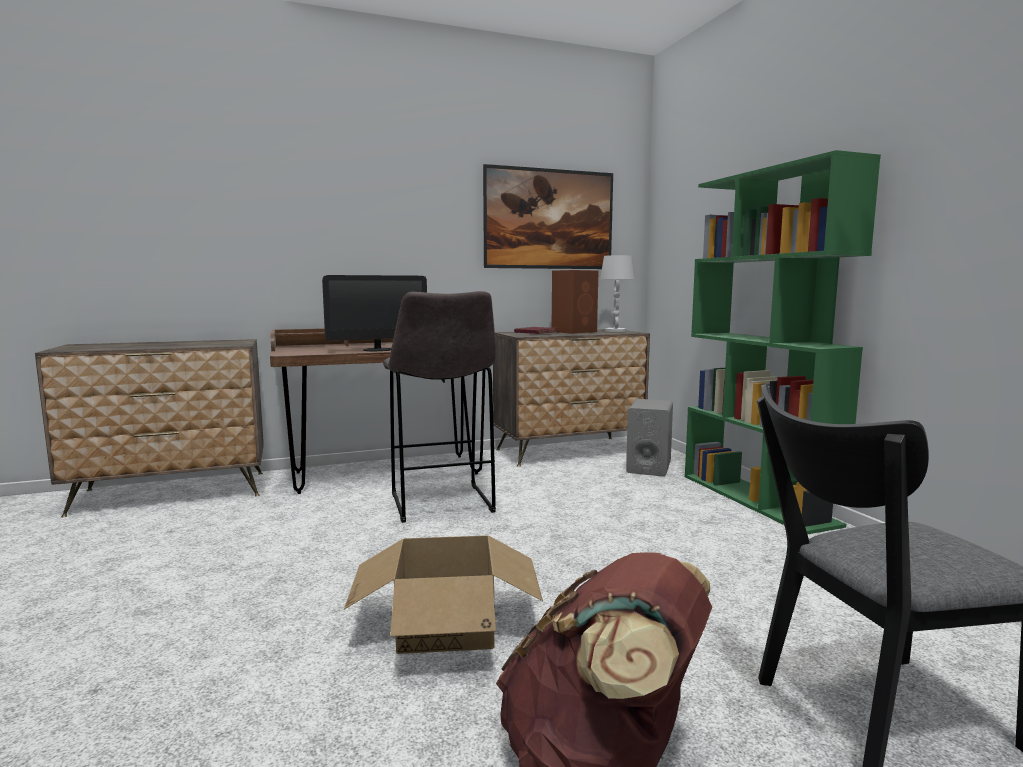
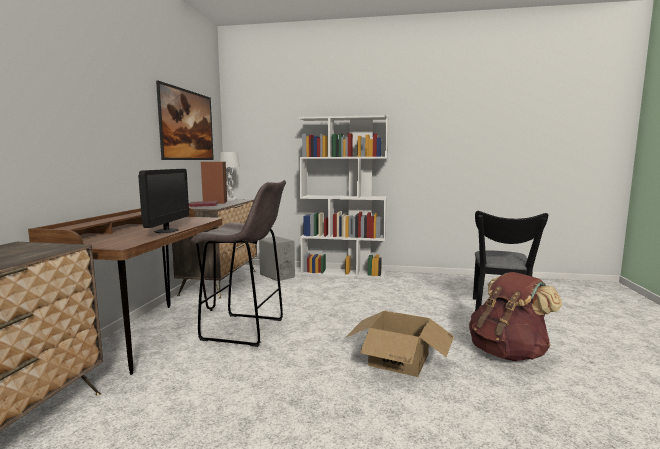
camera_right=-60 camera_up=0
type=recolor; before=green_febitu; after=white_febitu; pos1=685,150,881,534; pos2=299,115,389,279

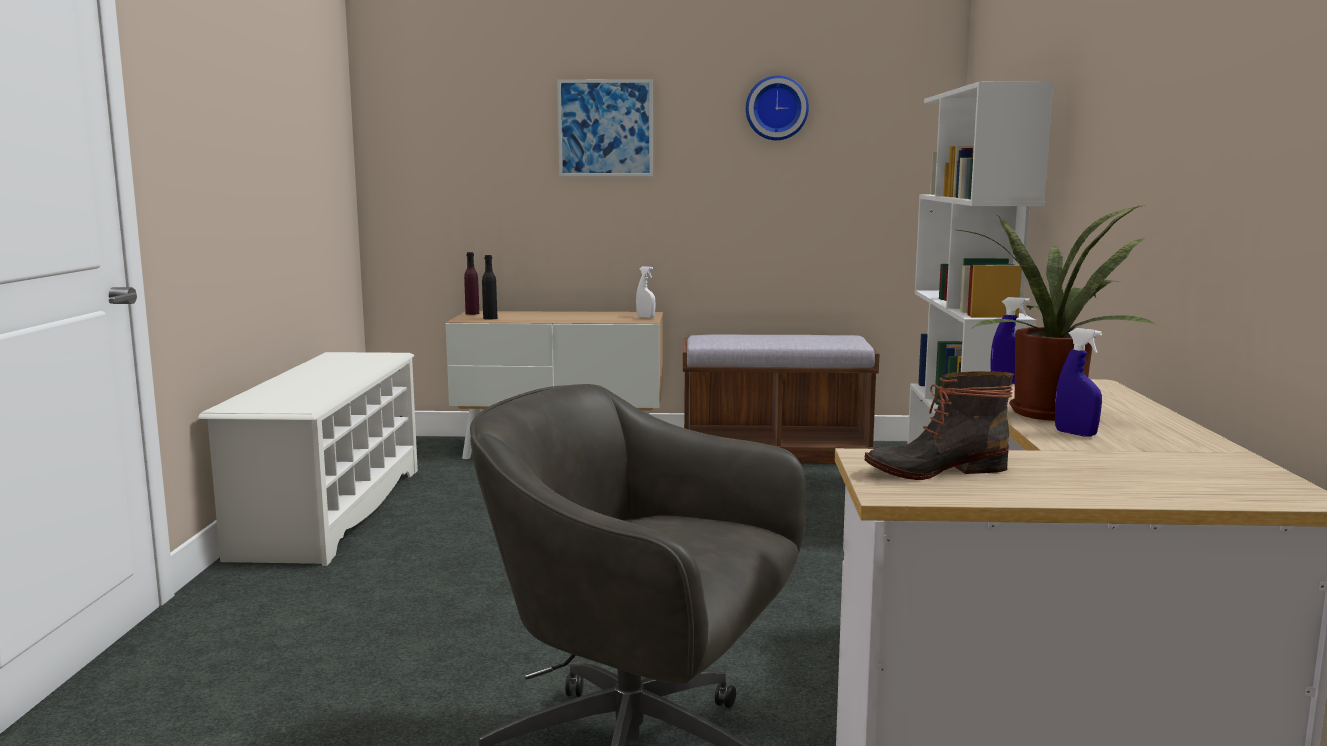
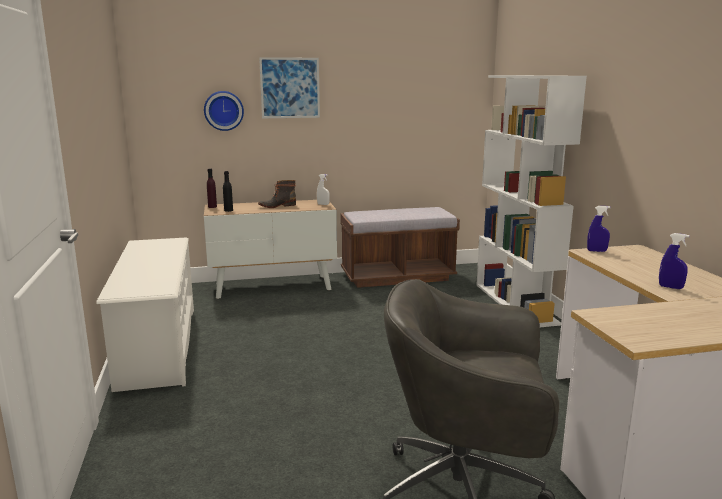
camera_right=-15 camera_up=5
type=move; before=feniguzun; pos1=746,76,809,140; pos2=204,91,244,131
type=delete; before=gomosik; pos1=958,205,1160,421
type=move; before=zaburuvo; pos1=864,372,1013,480; pos2=258,180,296,208

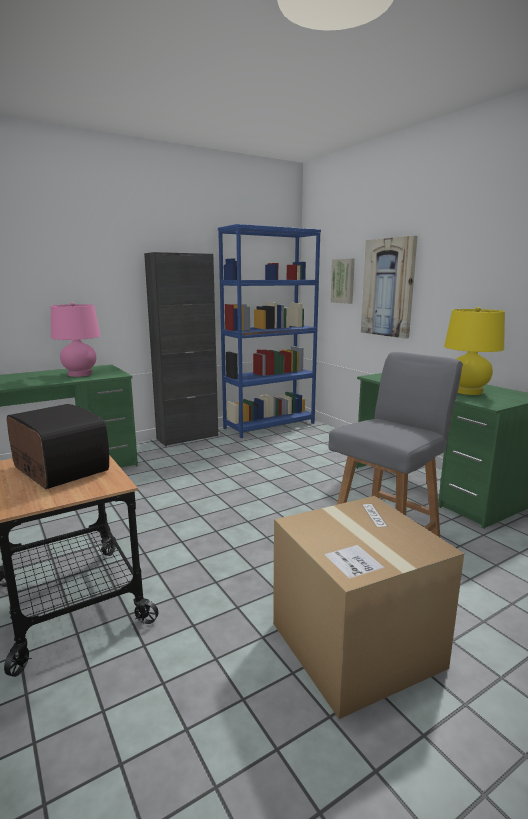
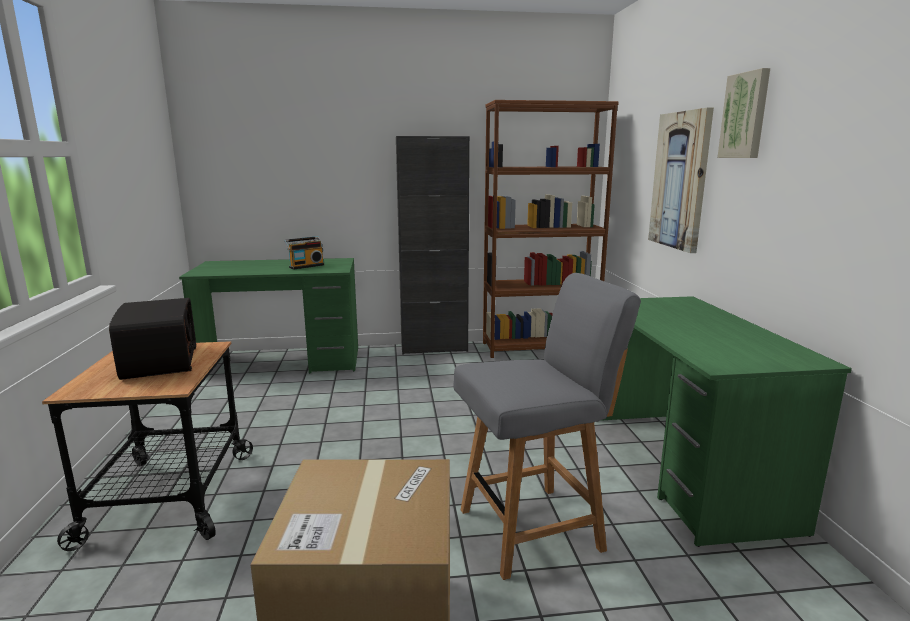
camera_right=25 camera_up=0
type=recolor; before=blue_febitu; after=brown_febitu; pos1=218,224,321,438; pos2=483,100,619,358
type=move; before=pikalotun; pos1=331,259,355,304; pos2=717,68,770,158
type=replace; before=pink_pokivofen; after=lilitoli; pos1=51,302,101,377; pos2=284,236,324,270
type=delete; before=yellow_pokivofen; pos1=444,307,505,395

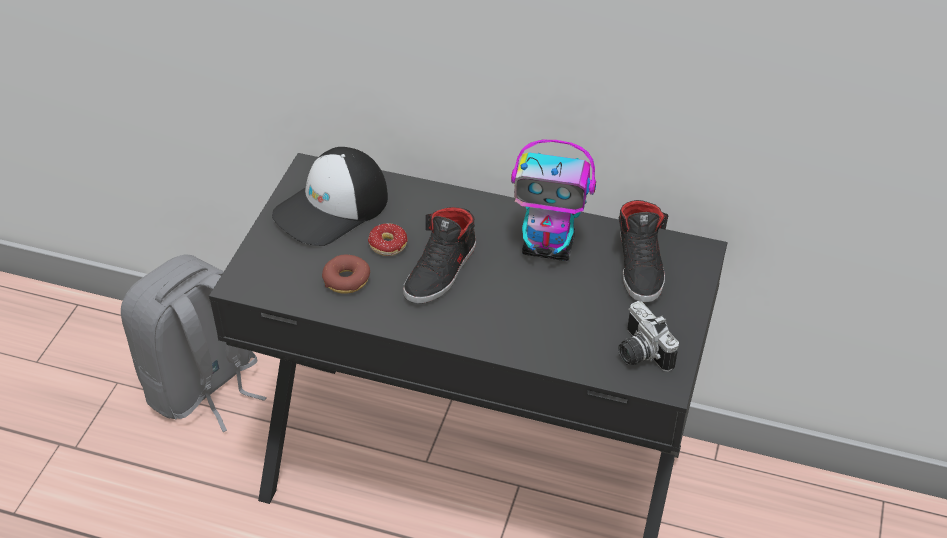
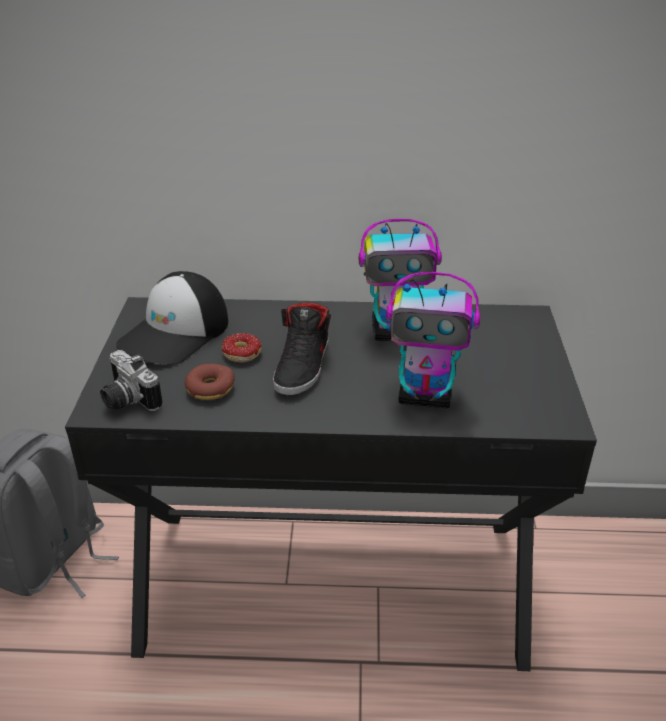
camera_right=-15 camera_up=-10
type=delete; before=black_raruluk; pos1=619,200,668,303
type=move; before=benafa; pos1=618,301,679,372; pos2=100,350,162,411
type=insert; after=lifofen; pos2=386,272,480,408

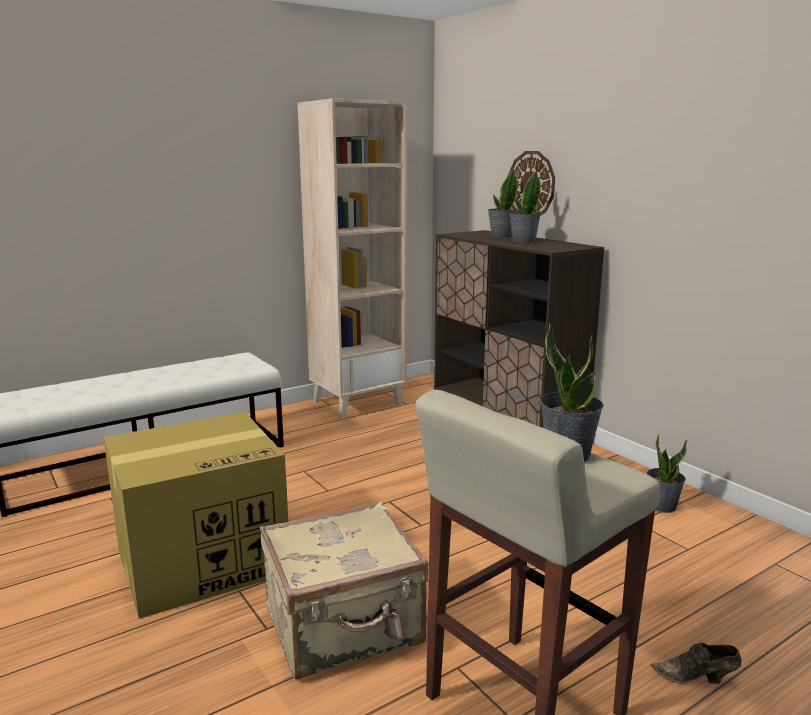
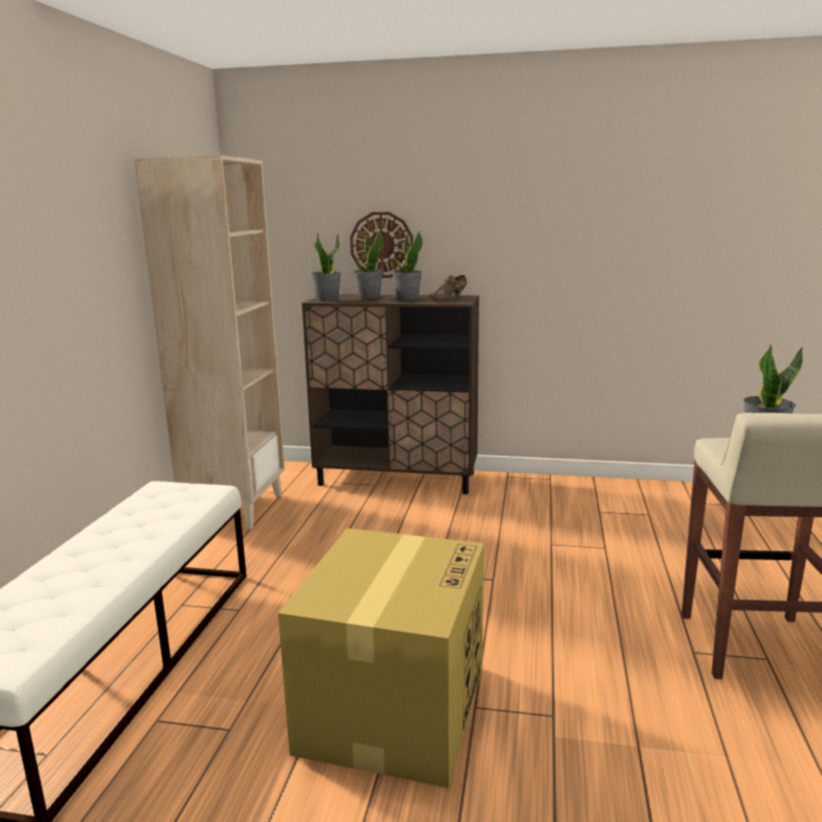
camera_right=-45 camera_up=0
type=move; before=gomosik; pos1=646,434,687,513; pos2=311,233,341,302
type=delete; before=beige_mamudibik; pos1=260,501,428,679
type=move; before=brown_raruluk; pos1=651,642,741,684; pos2=430,275,467,299

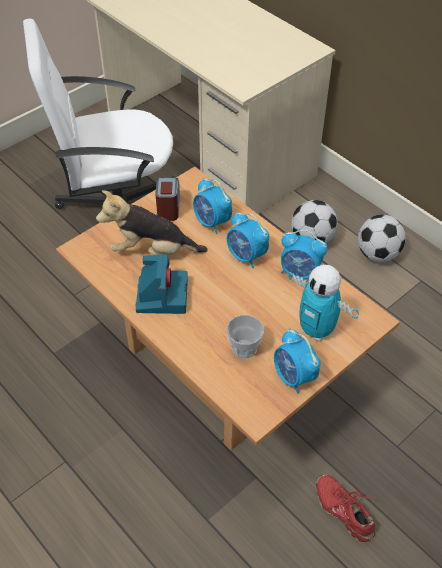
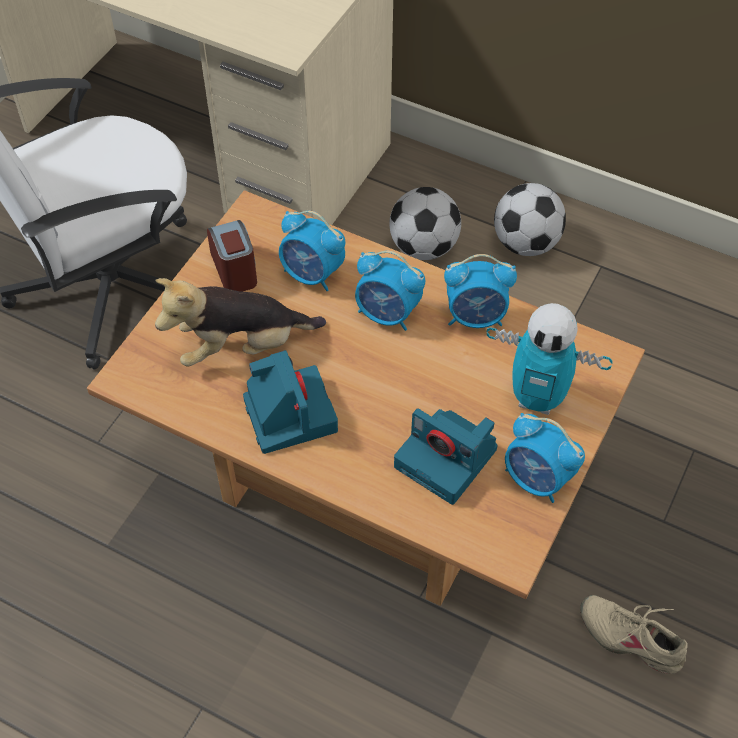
camera_right=-20 camera_up=5
type=replace; before=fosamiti; after=benafa; pos1=227,315,264,359; pos2=394,409,498,505
type=recolor; before=red_raruluk; after=beige_raruluk; pos1=316,474,377,542; pos2=580,595,688,674

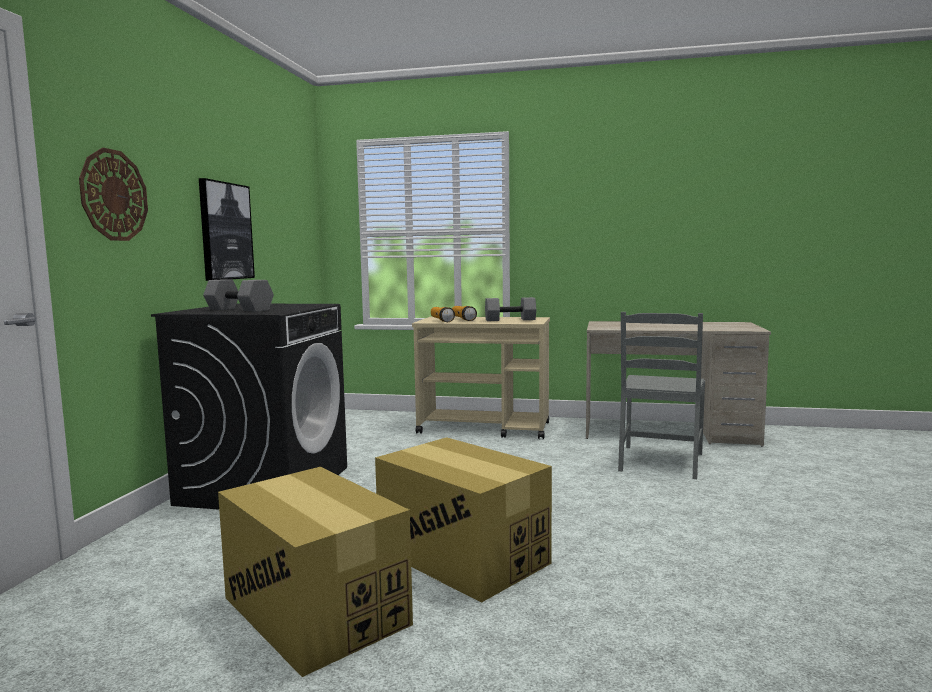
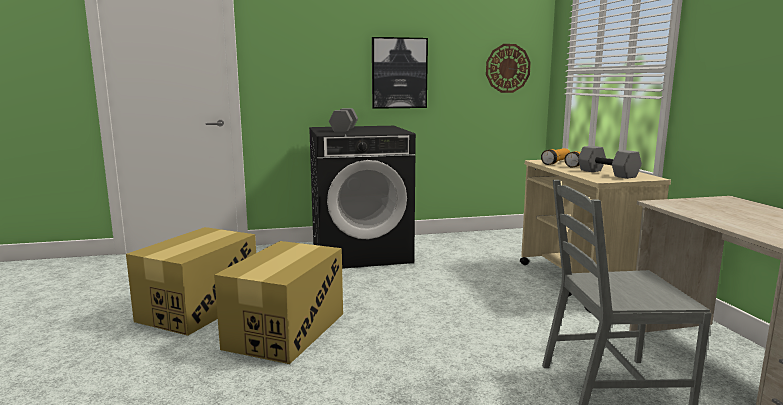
camera_right=65 camera_up=5
type=move; before=feniguzun; pos1=79,148,148,241; pos2=486,44,531,93

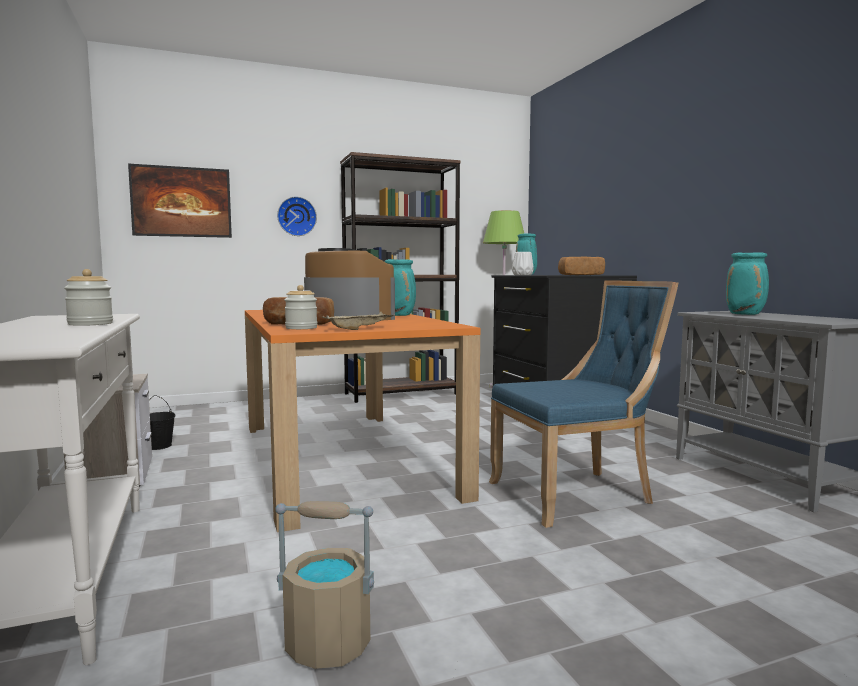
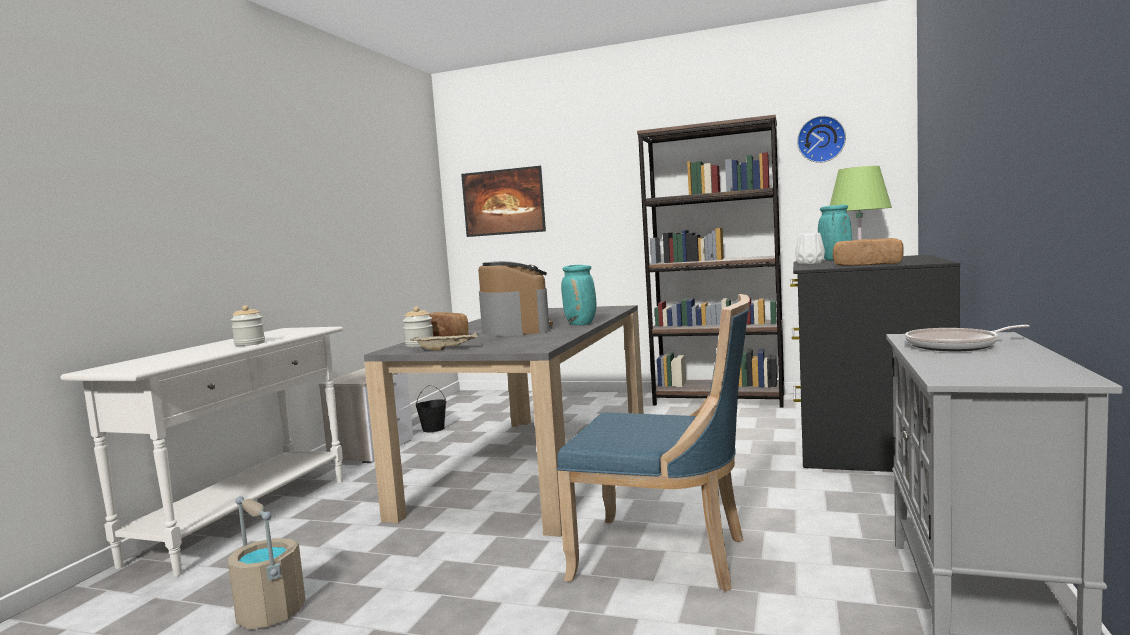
camera_right=40 camera_up=0
type=move; before=feniguzun; pos1=277,197,317,236; pos2=797,116,846,163
type=replace; before=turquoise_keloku; after=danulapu; pos1=726,252,769,315; pos2=905,325,1030,351
type=recolor; before=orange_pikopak; after=grey_pikopak; pos1=245,310,481,532; pos2=364,305,644,537

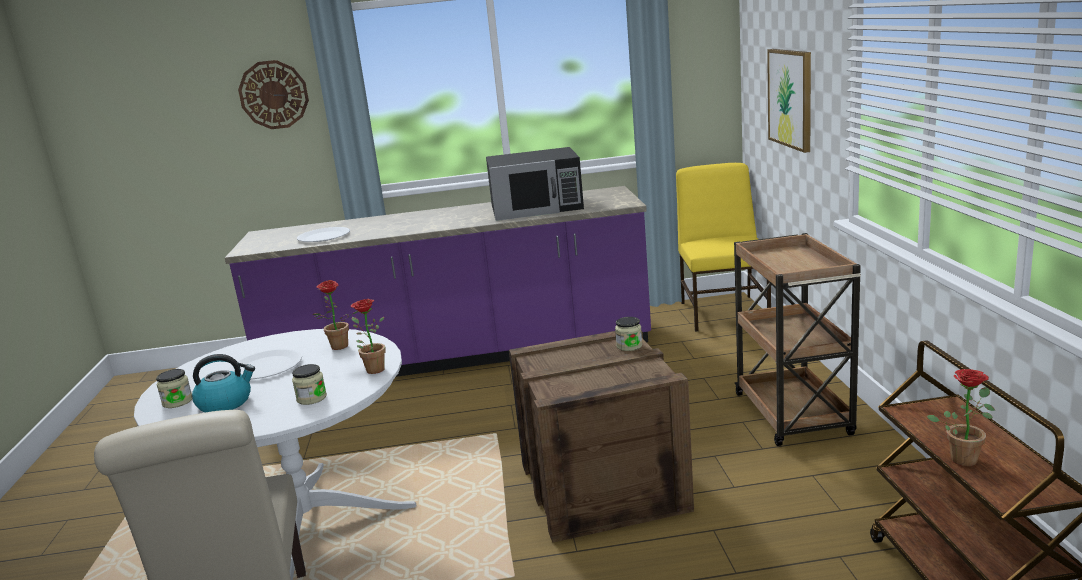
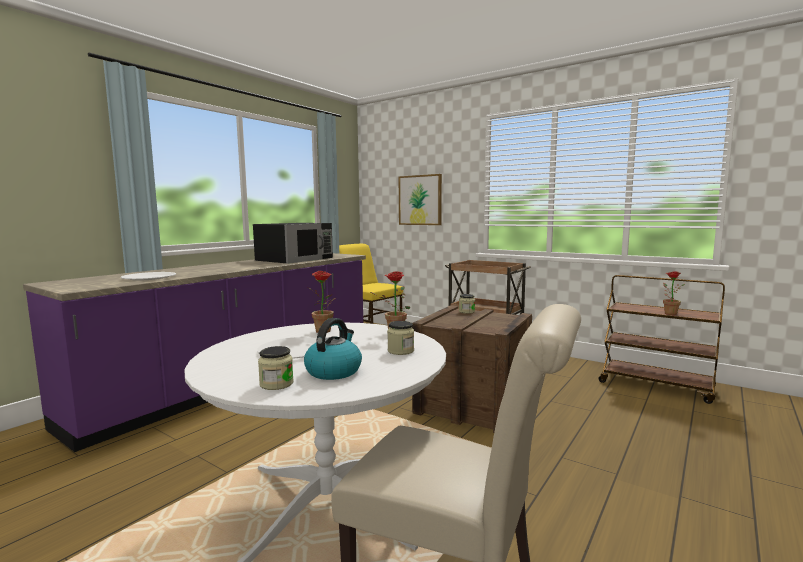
camera_right=-50 camera_up=-10
type=delete; before=feniguzun; pos1=238,60,309,129

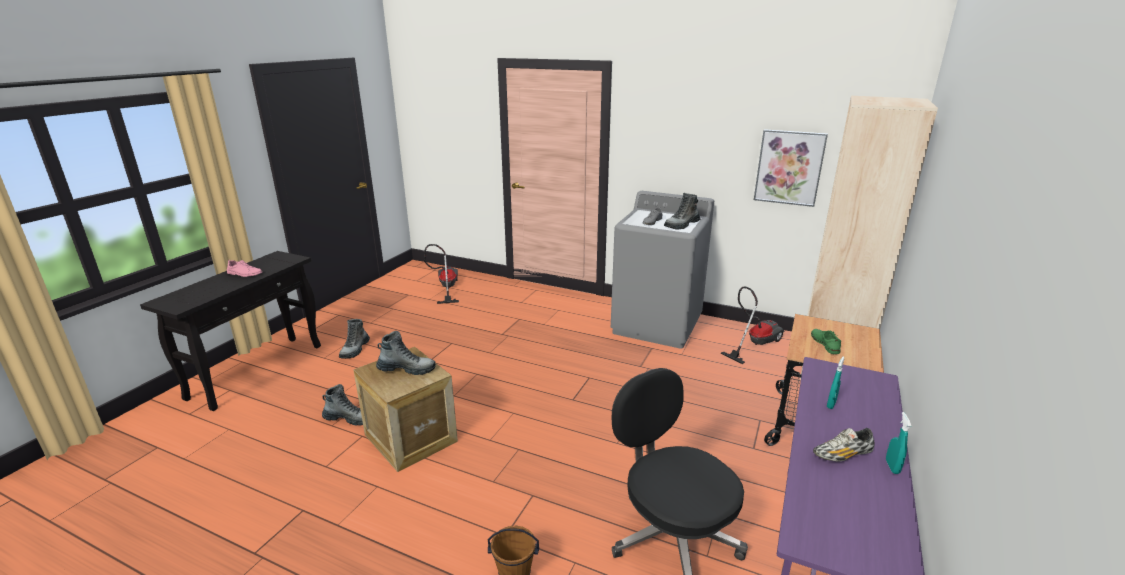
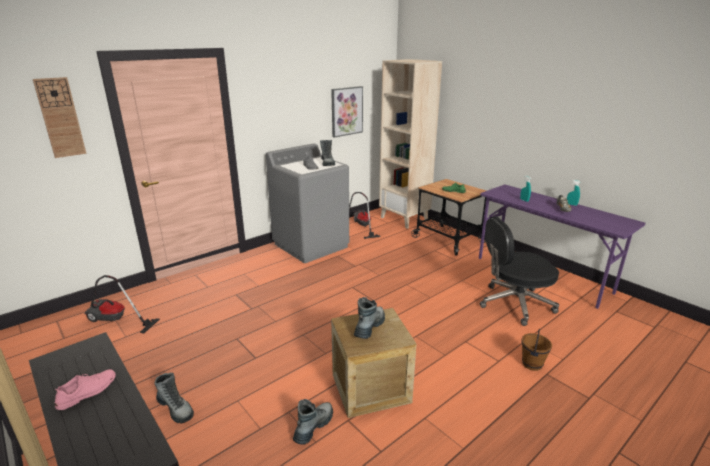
camera_right=-65 camera_up=0
type=insert; after=feniguzun; pos2=33,77,86,158

